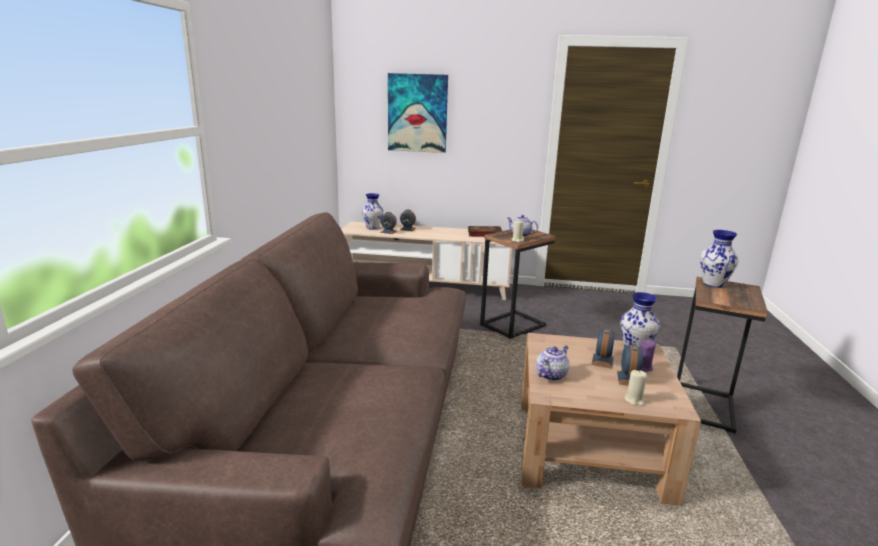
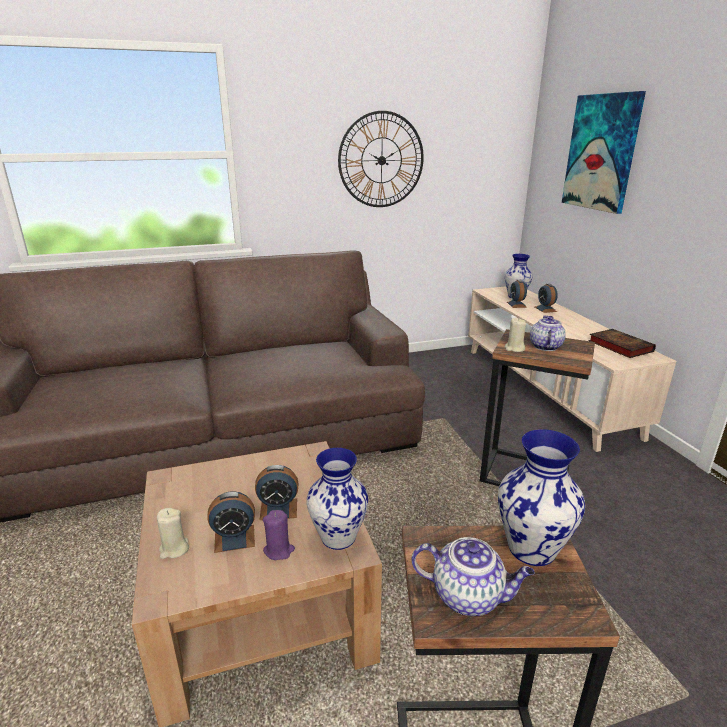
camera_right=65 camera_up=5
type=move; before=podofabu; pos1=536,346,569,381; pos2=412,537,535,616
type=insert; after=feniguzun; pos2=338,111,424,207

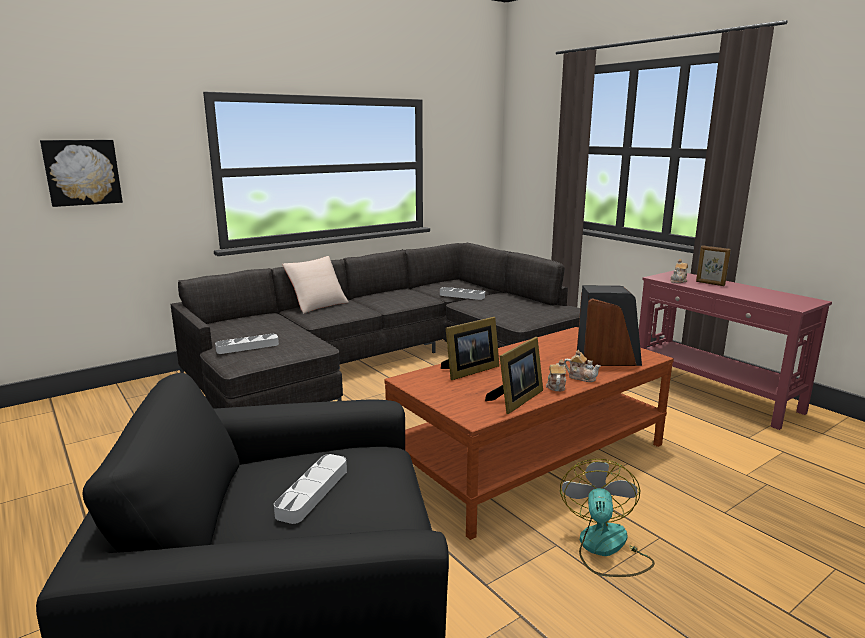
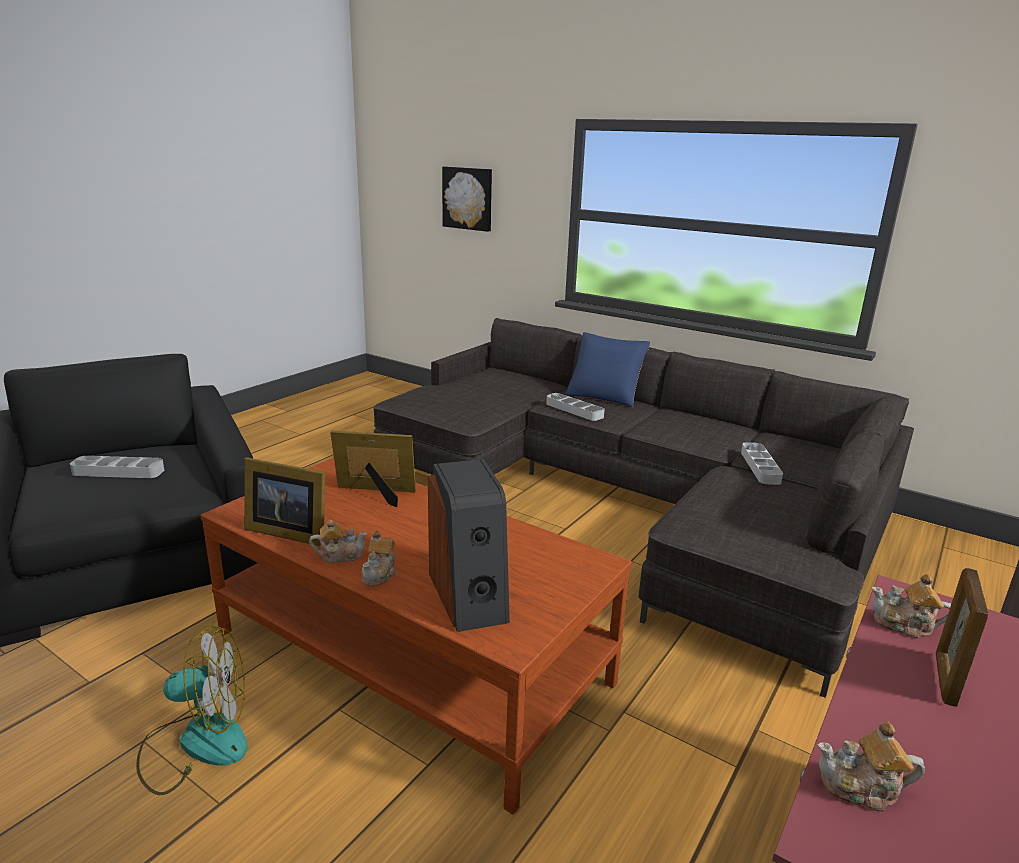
camera_right=70 camera_up=5
type=recolor; before=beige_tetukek; after=blue_tetukek; pos1=282,256,349,314; pos2=566,332,650,407
type=rotate; before=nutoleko; pos1=441,317,500,380; pos2=330,431,416,507; turn=150
type=move; before=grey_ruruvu; pos1=215,334,279,354; pos2=546,393,605,421
type=insert; after=podofabu; pos2=818,722,925,812

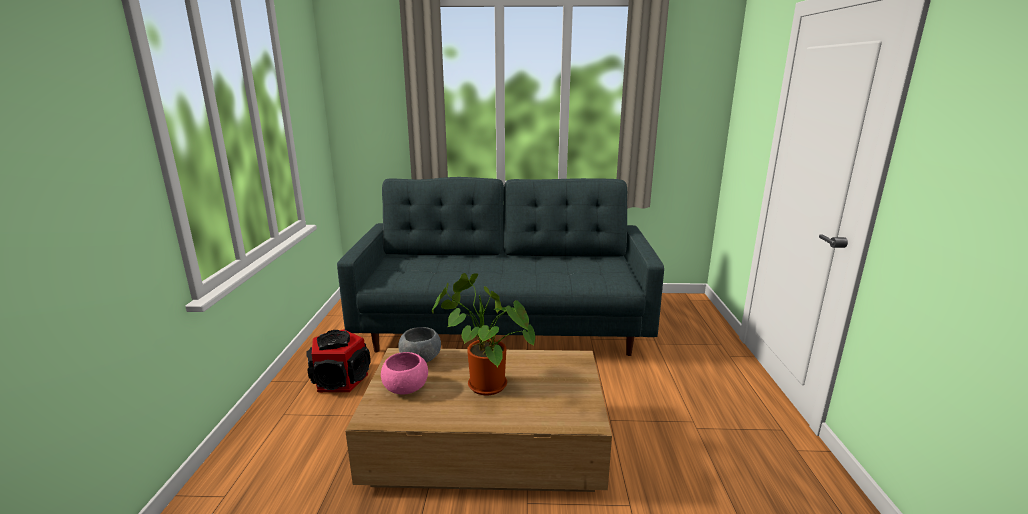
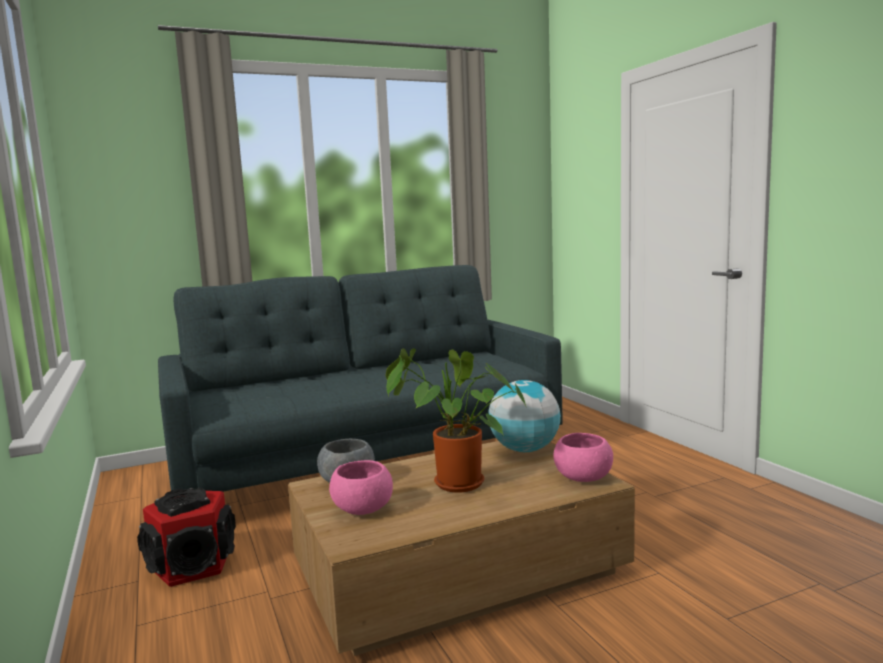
camera_right=-25 camera_up=-10
type=insert; after=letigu; pos2=488,380,561,452
type=insert; after=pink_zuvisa; pos2=554,433,613,482

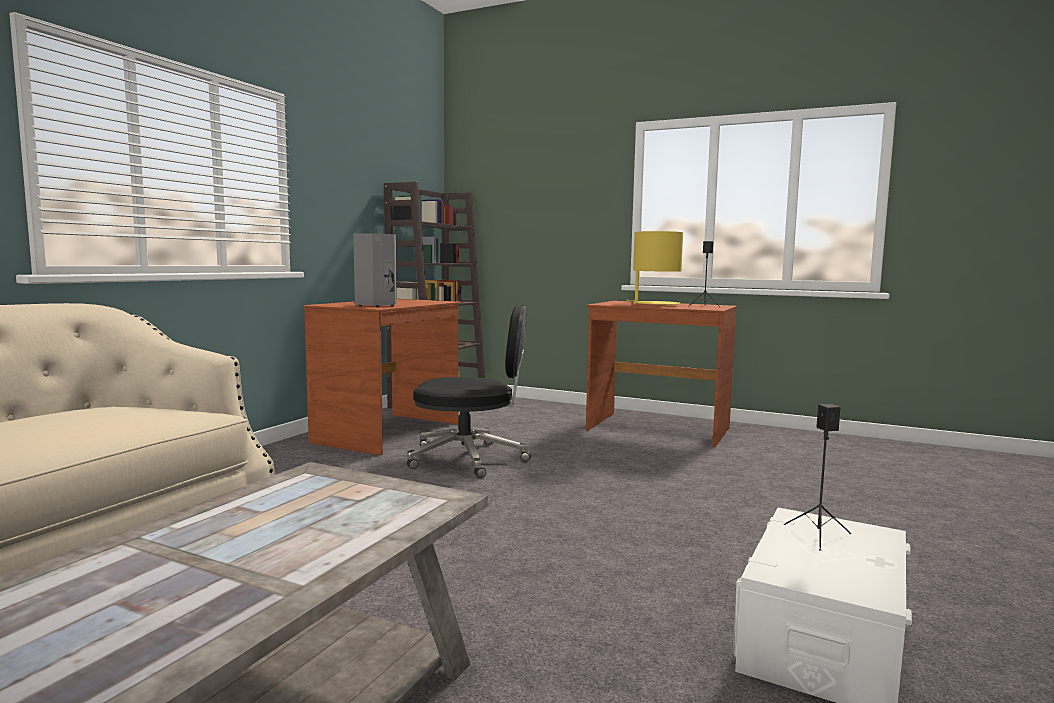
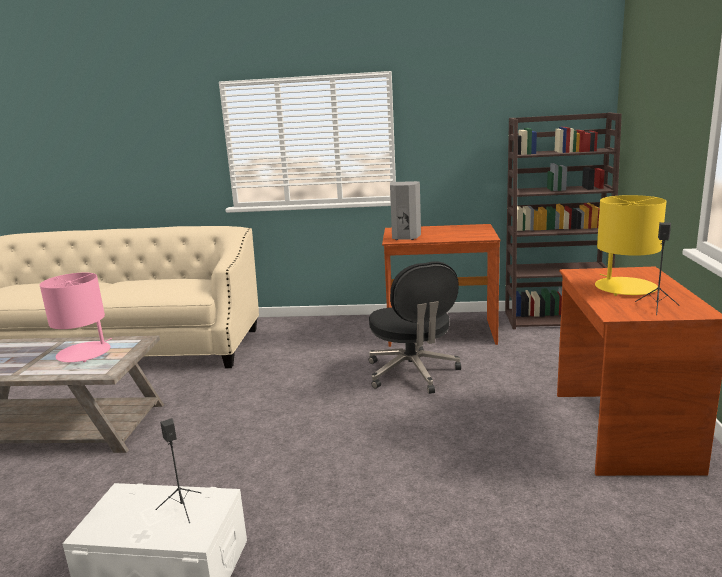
camera_right=70 camera_up=10
type=insert; after=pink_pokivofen; pos2=40,273,112,362

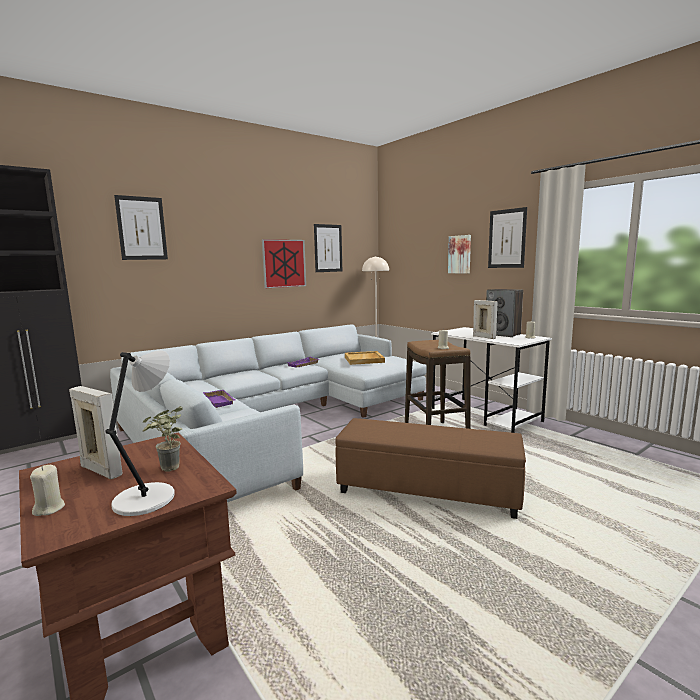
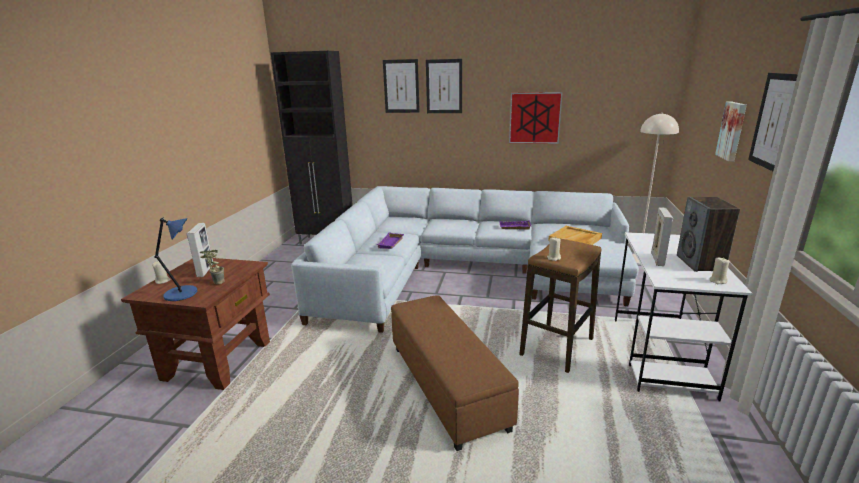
camera_right=50 camera_up=10
type=move; before=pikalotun; pos1=314,224,342,272; pos2=426,59,462,113
type=recolor; before=grey_pokivofen; after=blue_pokivofen; pos1=105,350,175,516; pos2=154,217,197,301

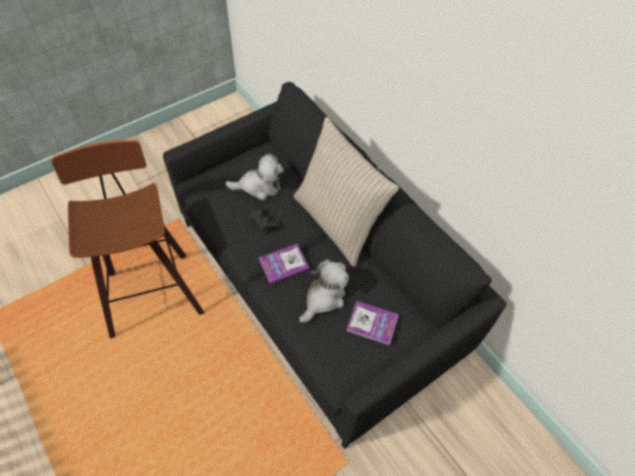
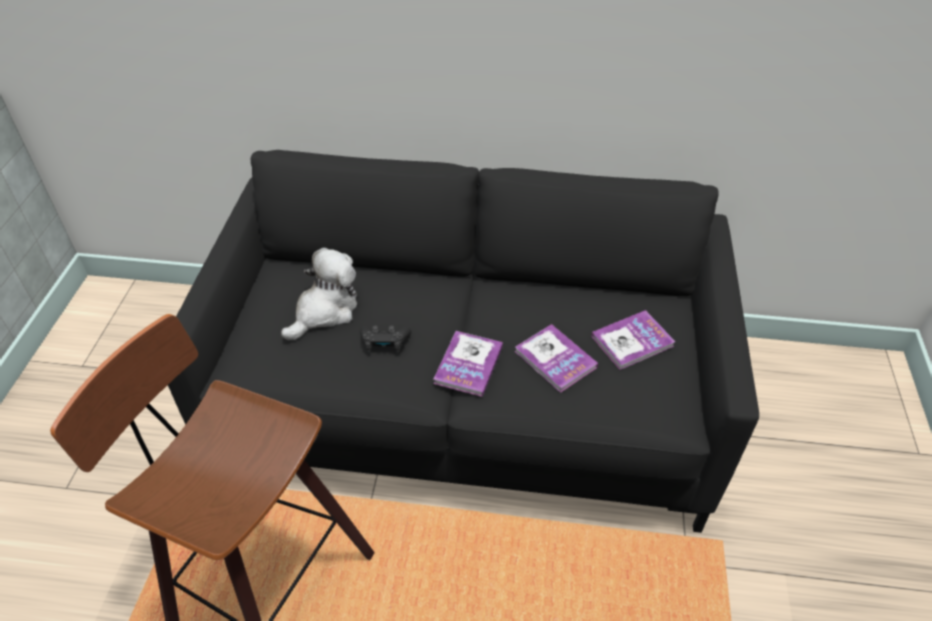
camera_right=-45 camera_up=-10
type=delete; before=beige_tetukek; pos1=294,117,399,267
type=replace; before=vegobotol; after=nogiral; pos1=299,259,349,323; pos2=515,324,598,393

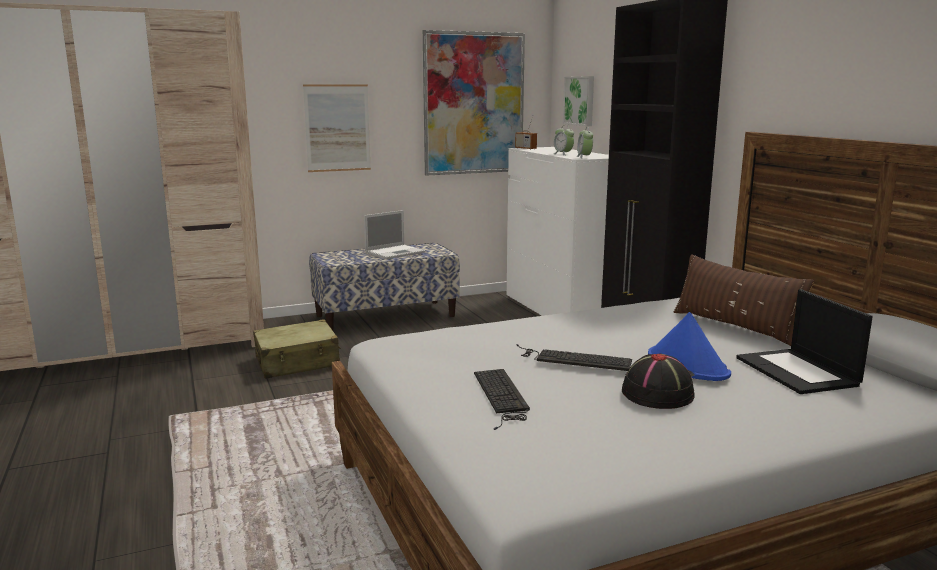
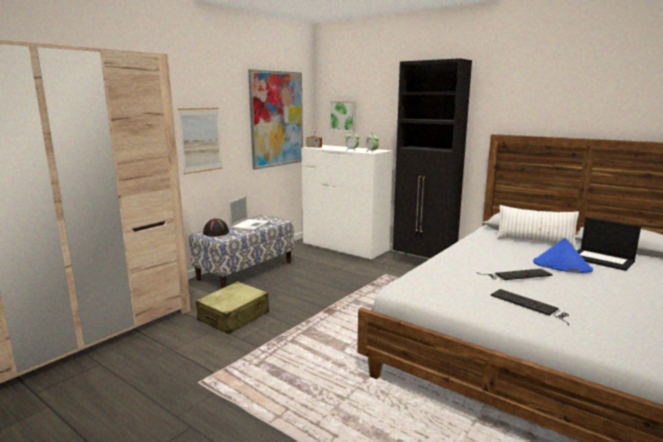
camera_right=-30 camera_up=0
type=recolor; before=brown_tetukek; after=white_tetukek; pos1=674,254,814,346; pos2=496,205,579,247
type=move; before=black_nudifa; pos1=622,353,695,409; pos2=203,218,229,237

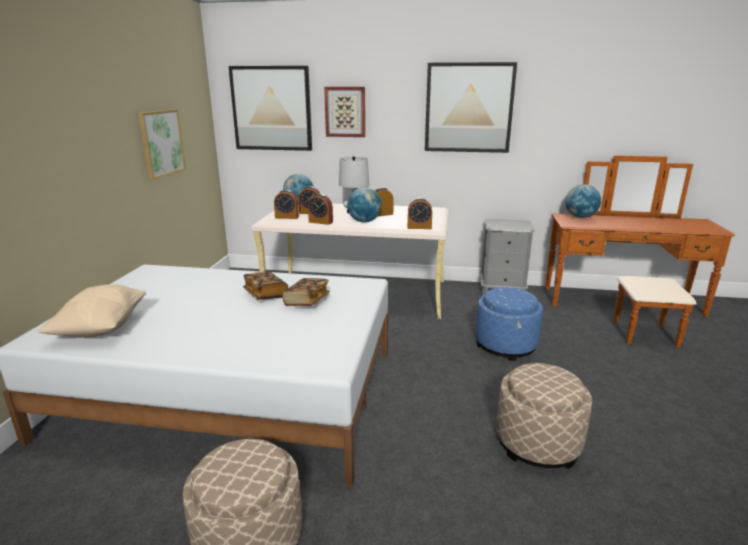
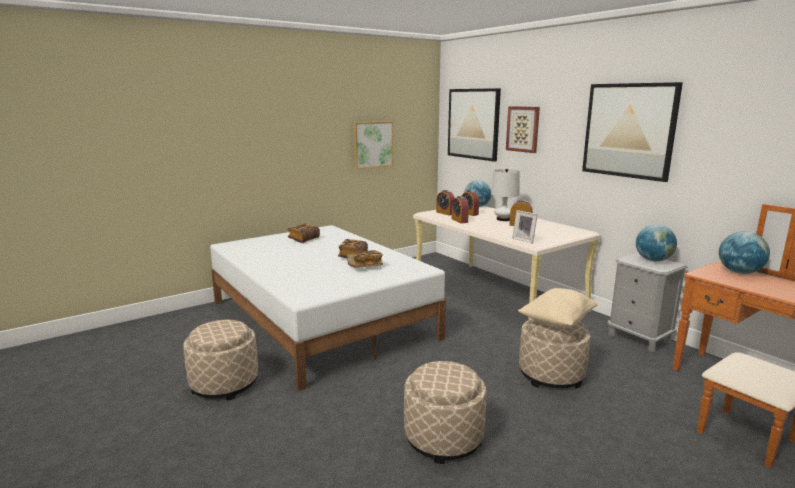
camera_right=45 camera_up=-5
type=move; before=letigu; pos1=347,187,382,222; pos2=636,225,677,261
type=replace; before=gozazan; after=nutoleko; pos1=408,198,432,229; pos2=512,210,538,243
type=move; before=beige_tetukek; pos1=38,284,146,338; pos2=518,288,598,328
type=recolor; before=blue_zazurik; after=beige_zazurik; pos1=476,287,543,361; pos2=519,318,590,388
type=insert; after=nogiral; pos2=288,224,320,243

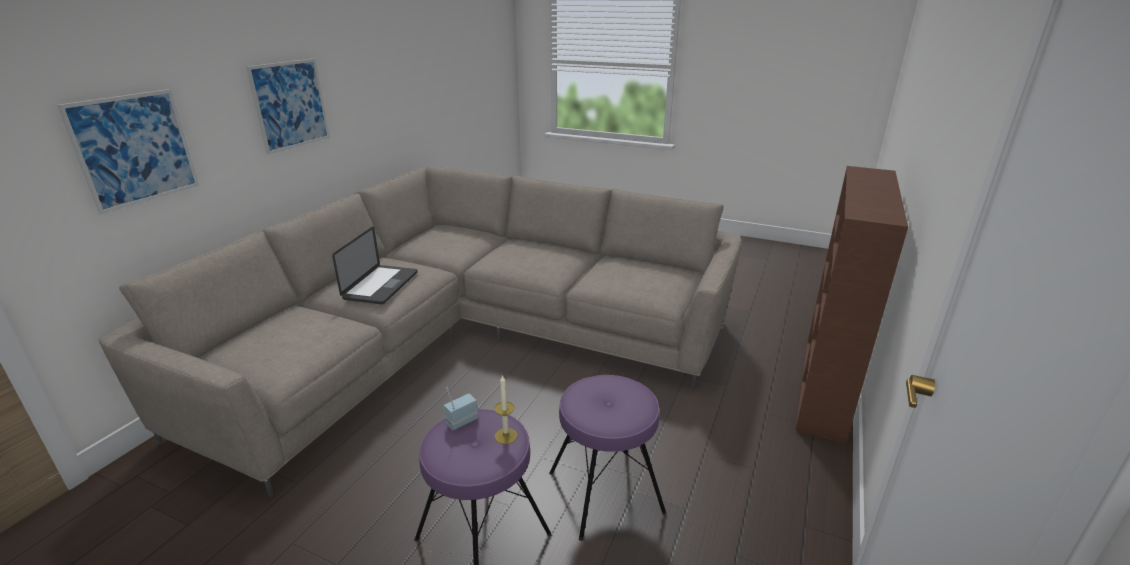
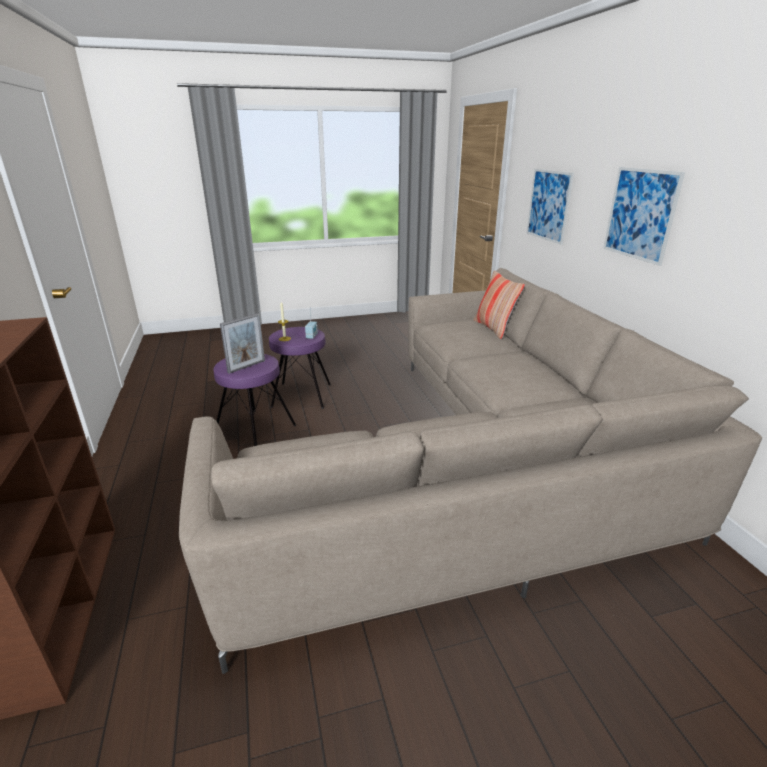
camera_right=140 camera_up=0
type=delete; before=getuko; pos1=332,227,418,304
type=insert; after=tetukek; pos2=474,270,525,339
type=insert; after=nutoleko; pos2=220,313,265,374

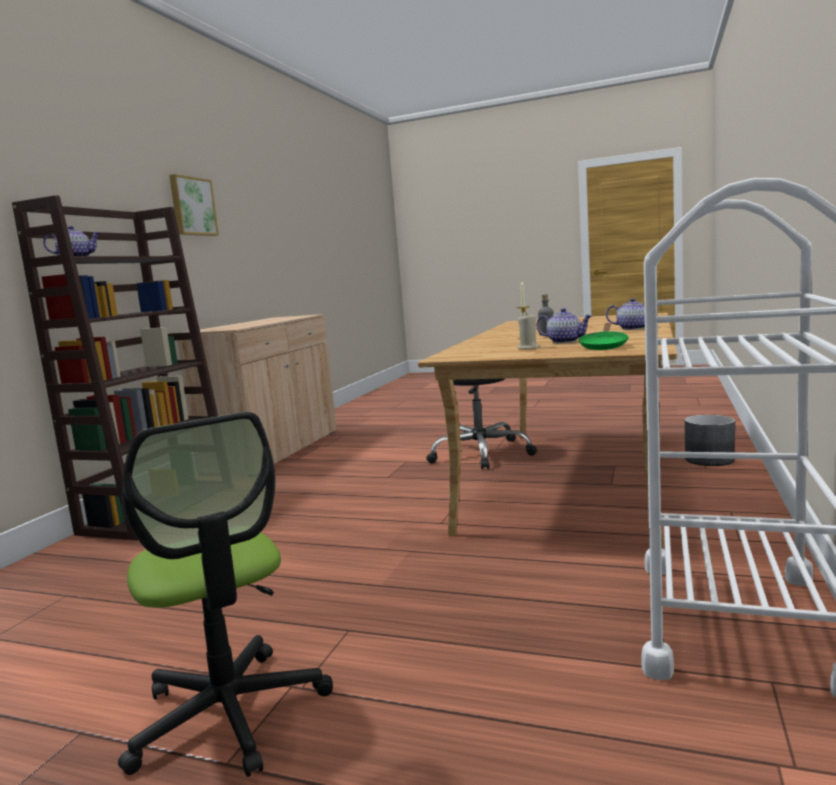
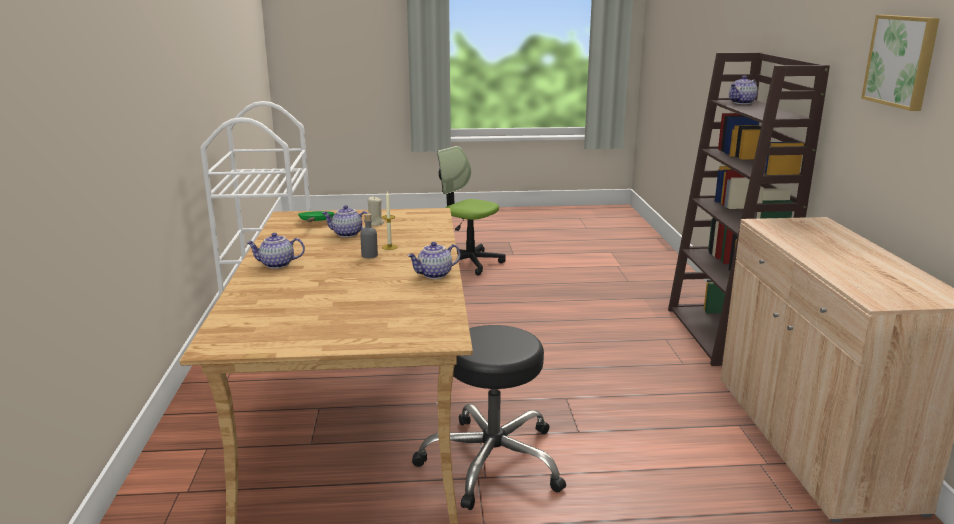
camera_right=155 camera_up=10
type=delete; before=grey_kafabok; pos1=685,415,735,466
type=insert; after=podofabu; pos2=407,242,461,279

